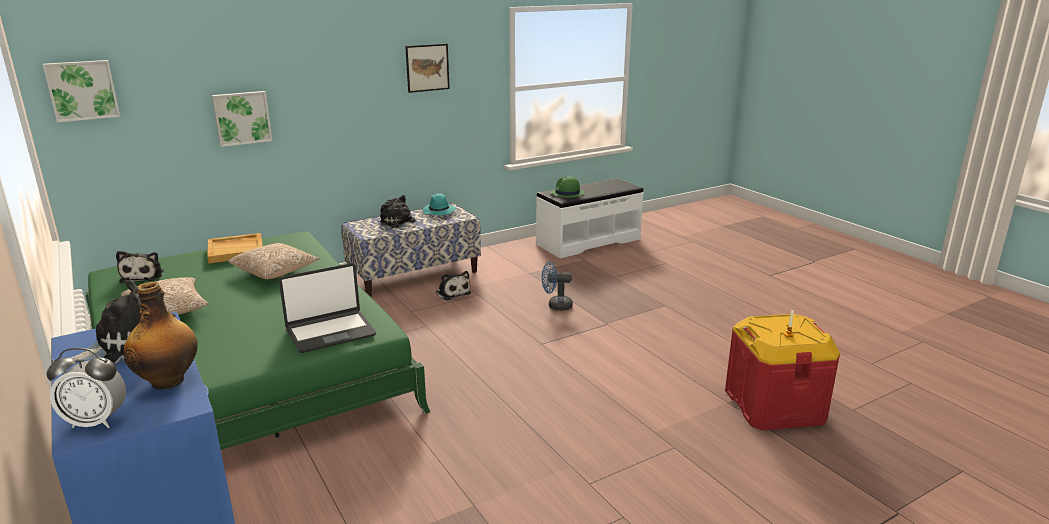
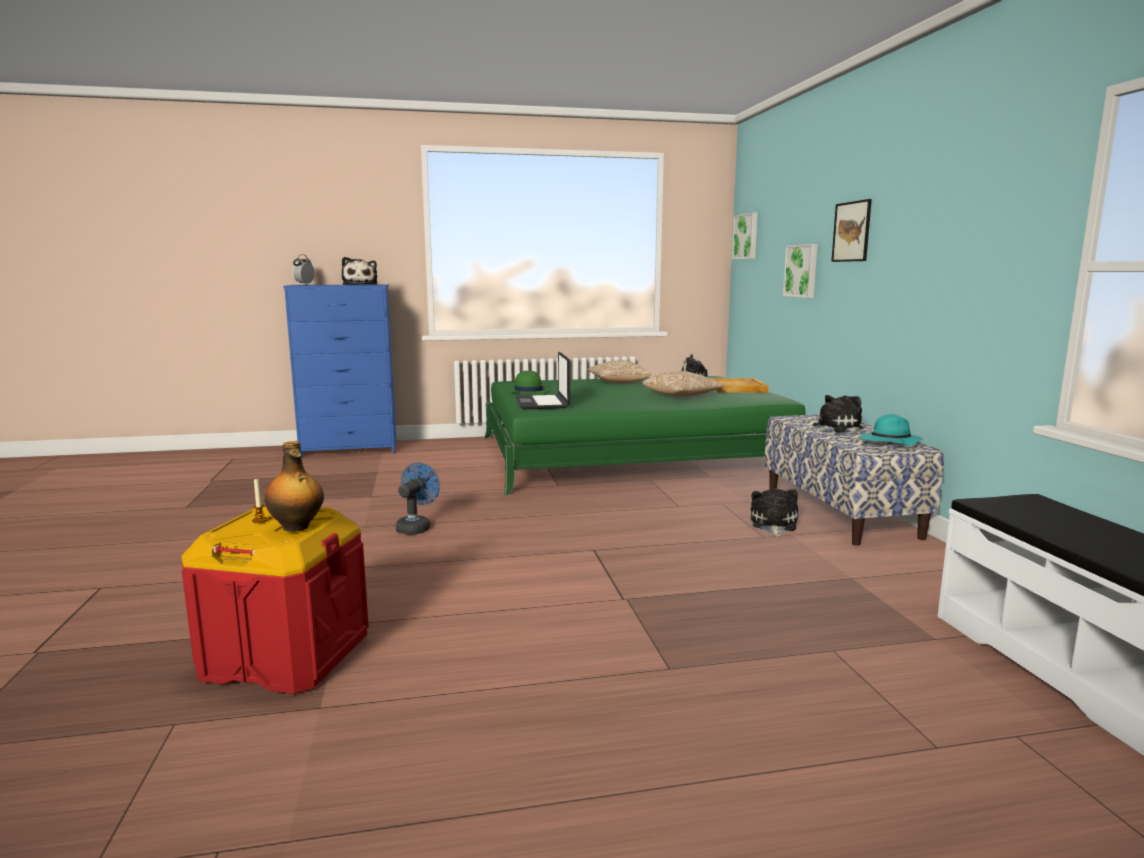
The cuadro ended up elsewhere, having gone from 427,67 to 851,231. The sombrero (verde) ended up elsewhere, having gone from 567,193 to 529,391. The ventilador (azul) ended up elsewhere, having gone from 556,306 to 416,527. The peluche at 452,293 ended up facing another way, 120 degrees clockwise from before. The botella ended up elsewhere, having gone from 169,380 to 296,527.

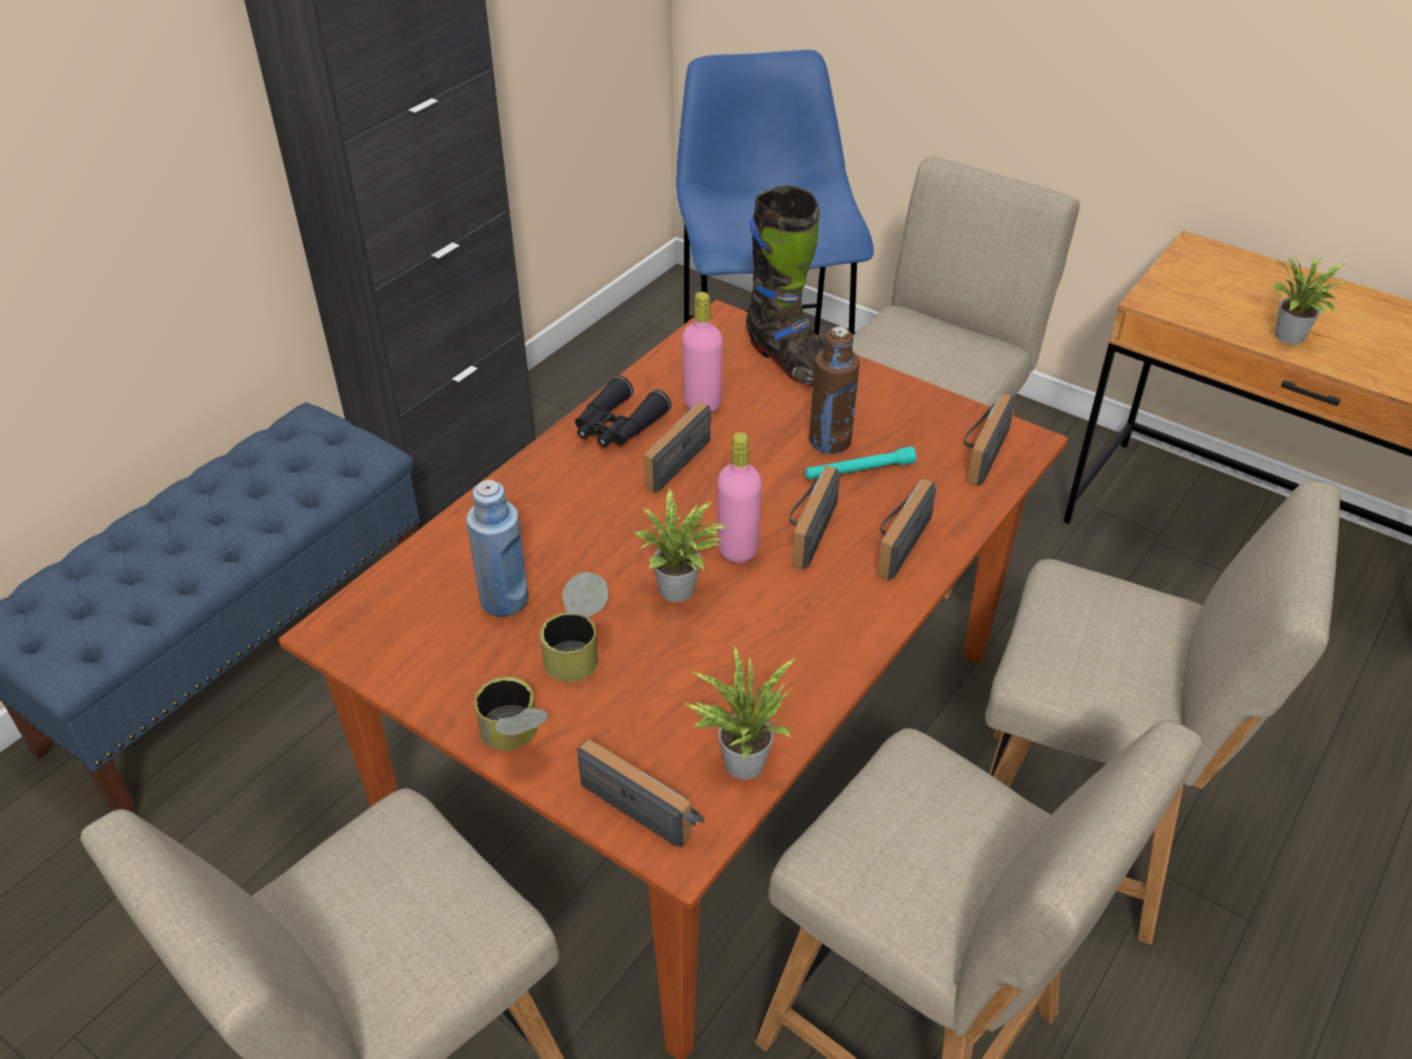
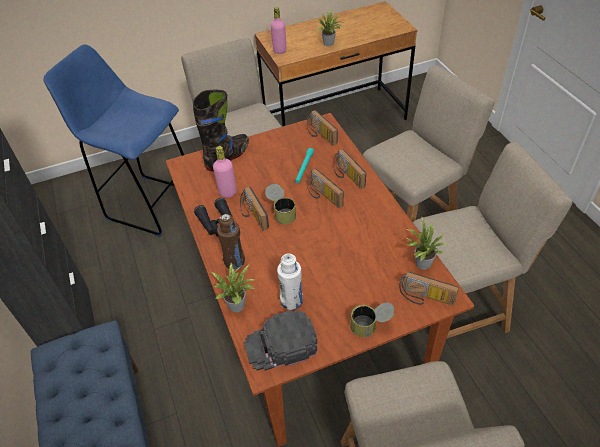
The bota (negro) at 792,362 ended up facing another way, 45 degrees counterclockwise from before. The botella (marrón) ended up elsewhere, having gone from 830,441 to 234,261. The botella (rosa) ended up elsewhere, having gone from 737,549 to 279,51. What was the botella (azul) at 504,600 turned into the botella (blanco) at 291,301. The planta en maceta ended up elsewhere, having gone from 681,591 to 238,304. The lata ended up elsewhere, having gone from 579,649 to 281,212. The radio at 646,803 ended up facing another way, 135 degrees counterclockwise from before. The second view gained the gorra (negro) at 281,345.

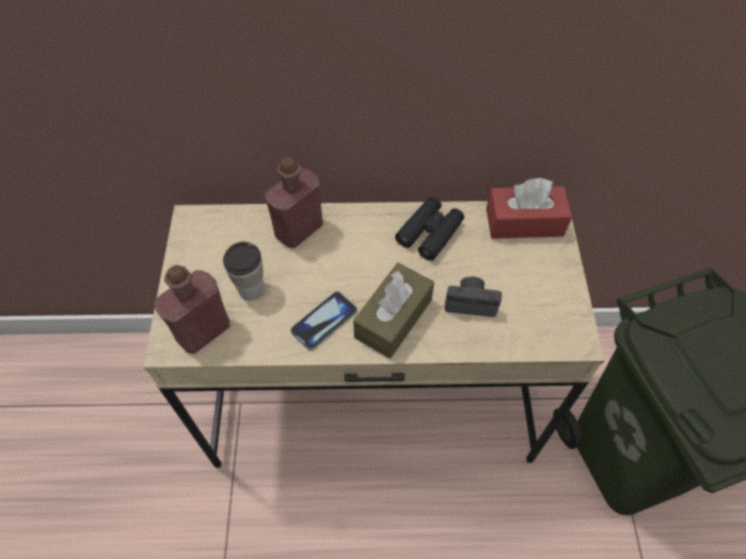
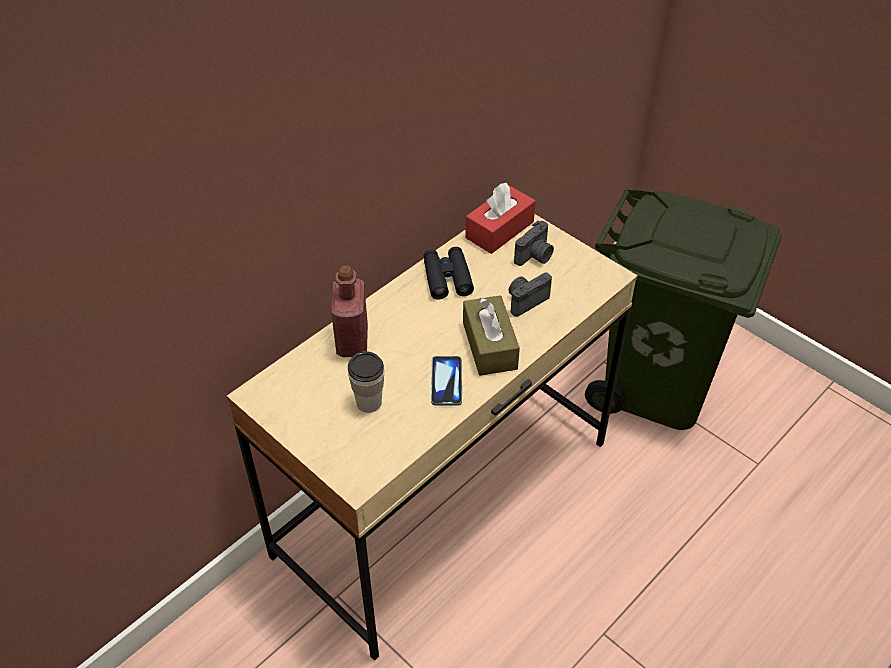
The second view lost the botella (rojo) at 203,331. The second view gained the cámara at 535,256.

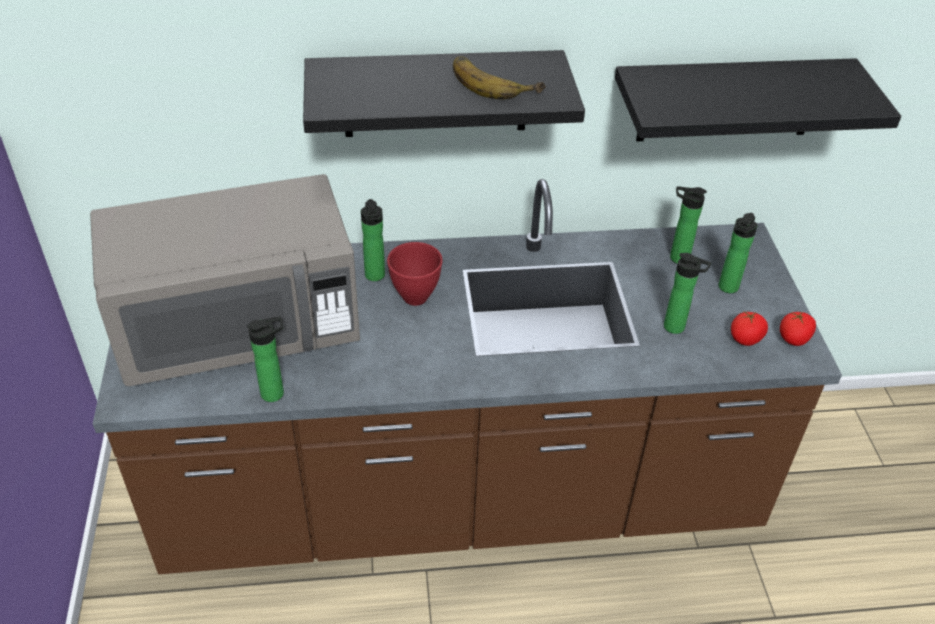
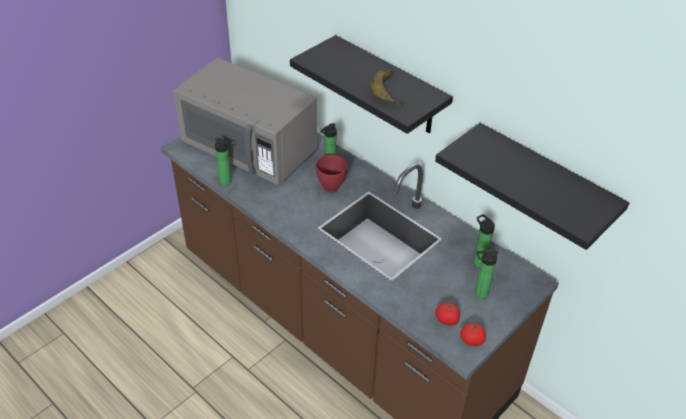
The second view lost the botella at 677,328.

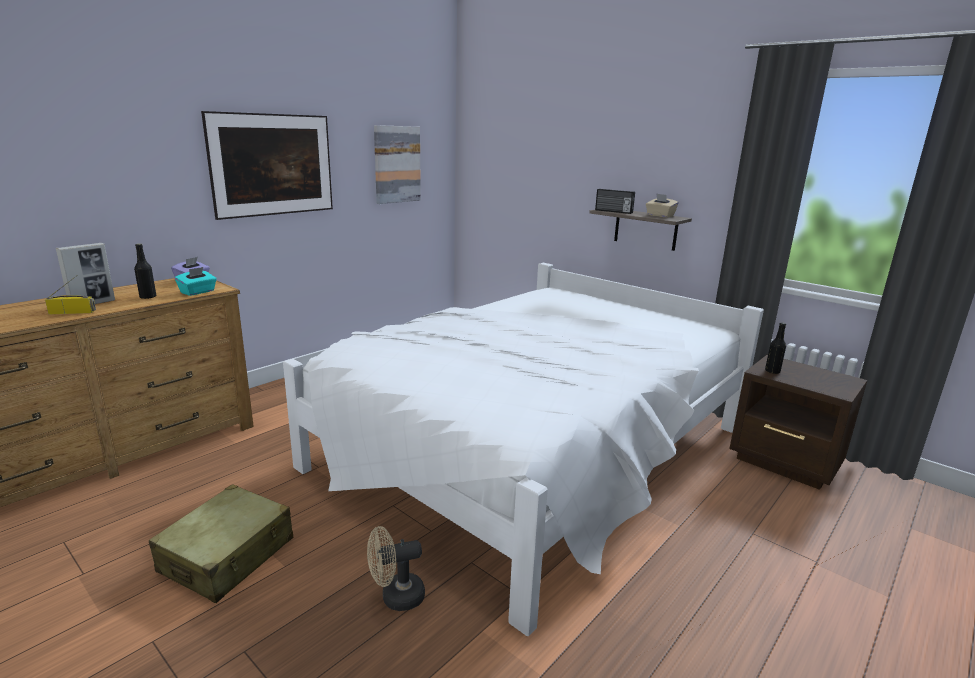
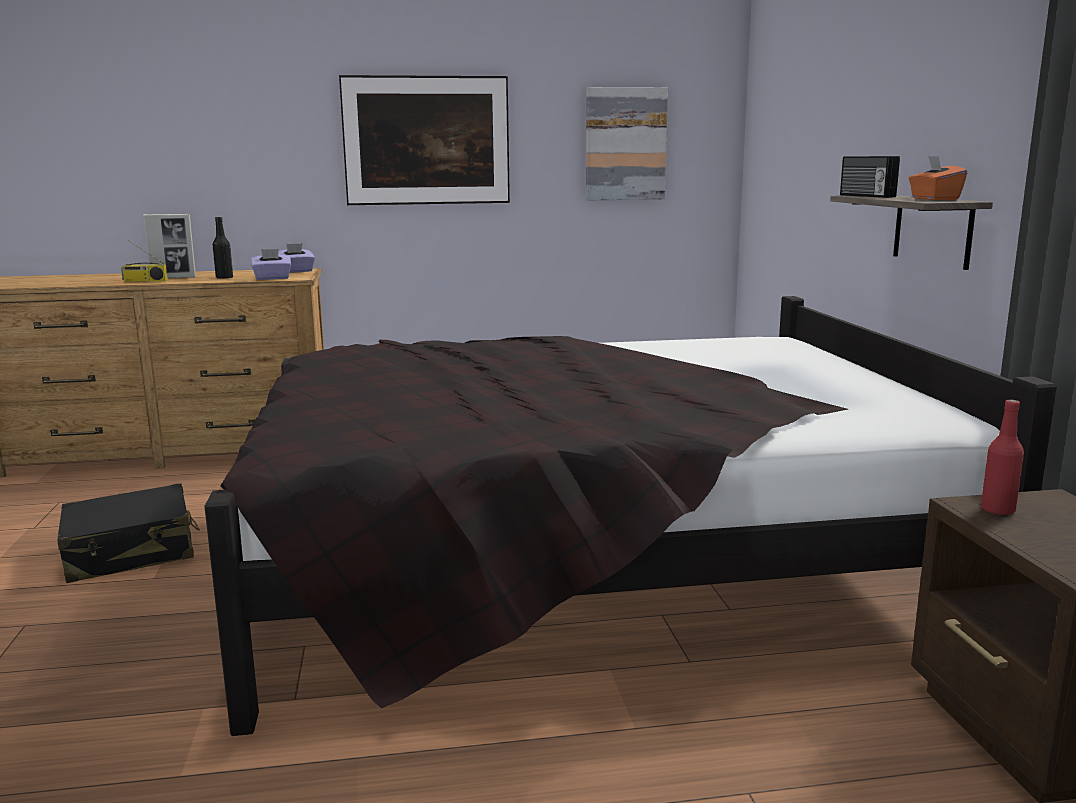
What was the caja de pañuelos (beis) at 660,215 turned into the caja de pañuelos (naranja) at 934,199. What was the cama (blanco) at 533,449 turned into the cama (negro) at 583,567. What was the caja de pañuelos (turquesa) at 198,292 turned into the caja de pañuelos (morado) at 272,278. The radio at 73,312 ended up facing another way, 150 degrees clockwise from before. What was the botella (negro) at 772,371 turned into the botella (rojo) at 997,510. What was the maleta (beis) at 228,555 turned into the maleta (negro) at 131,553. The second view lost the ventilador (beis) at 396,597.

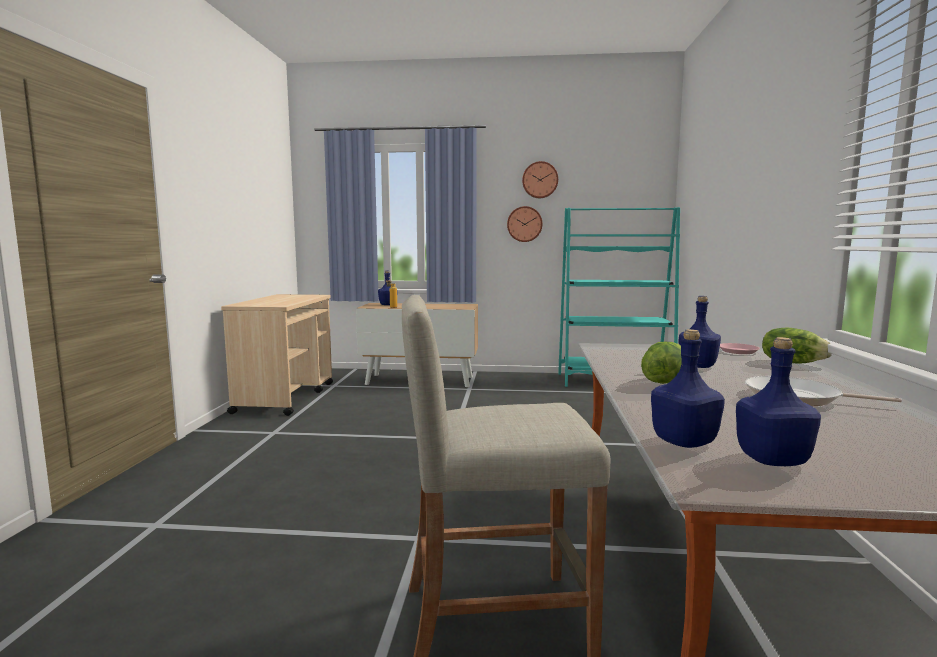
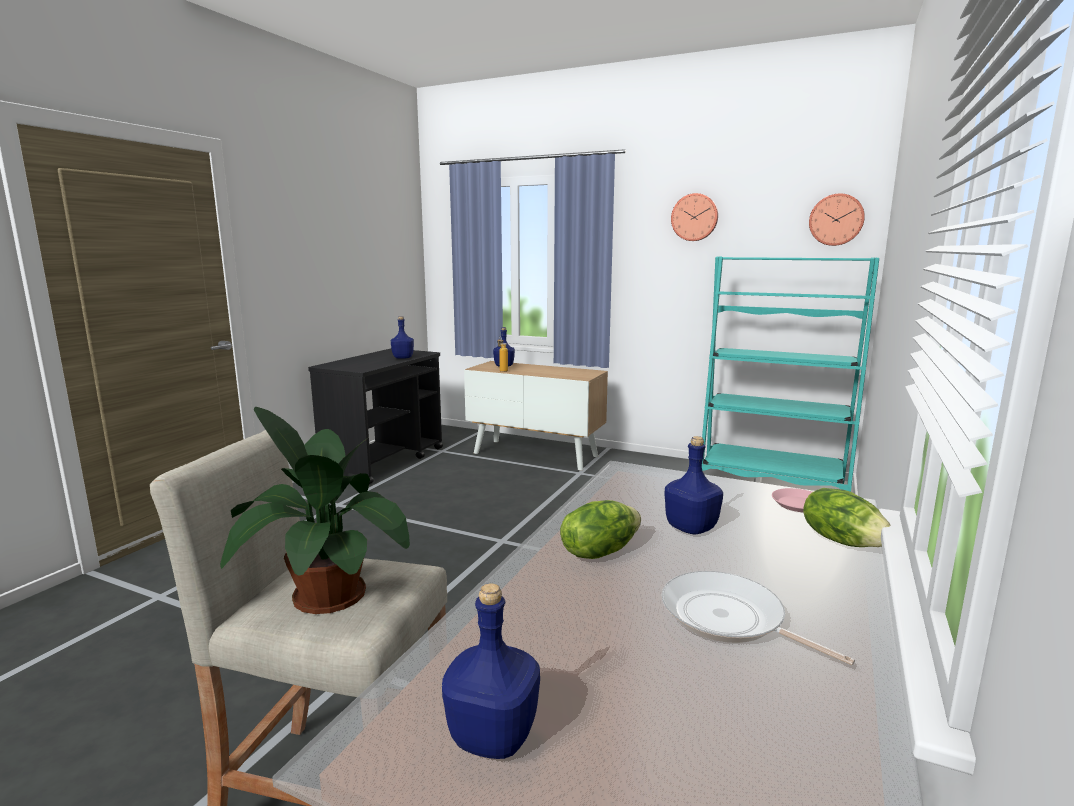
The reloj de pared ended up elsewhere, having gone from 524,224 to 836,220. What was the carrito (beis) at 286,397 turned into the carrito (negro) at 385,460. The botella (azul) ended up elsewhere, having gone from 683,442 to 402,358. The second view gained the planta en maceta at 324,592.

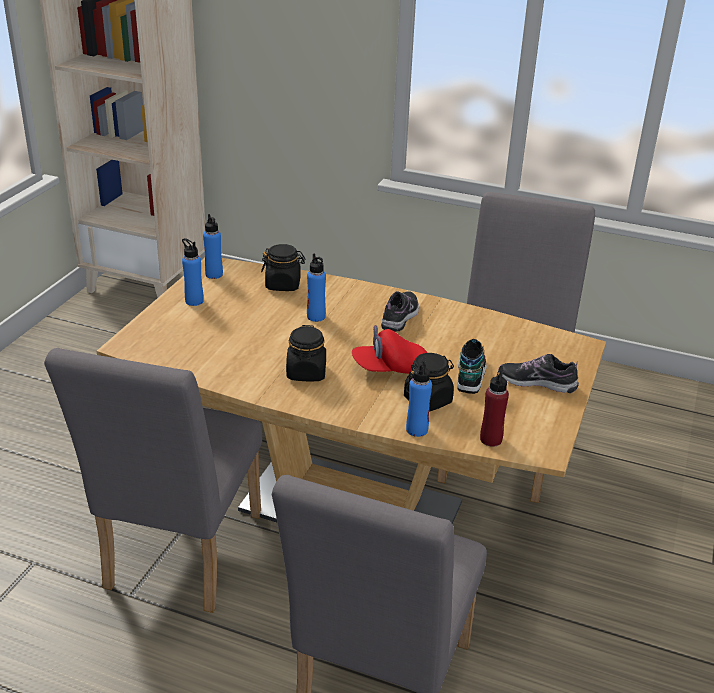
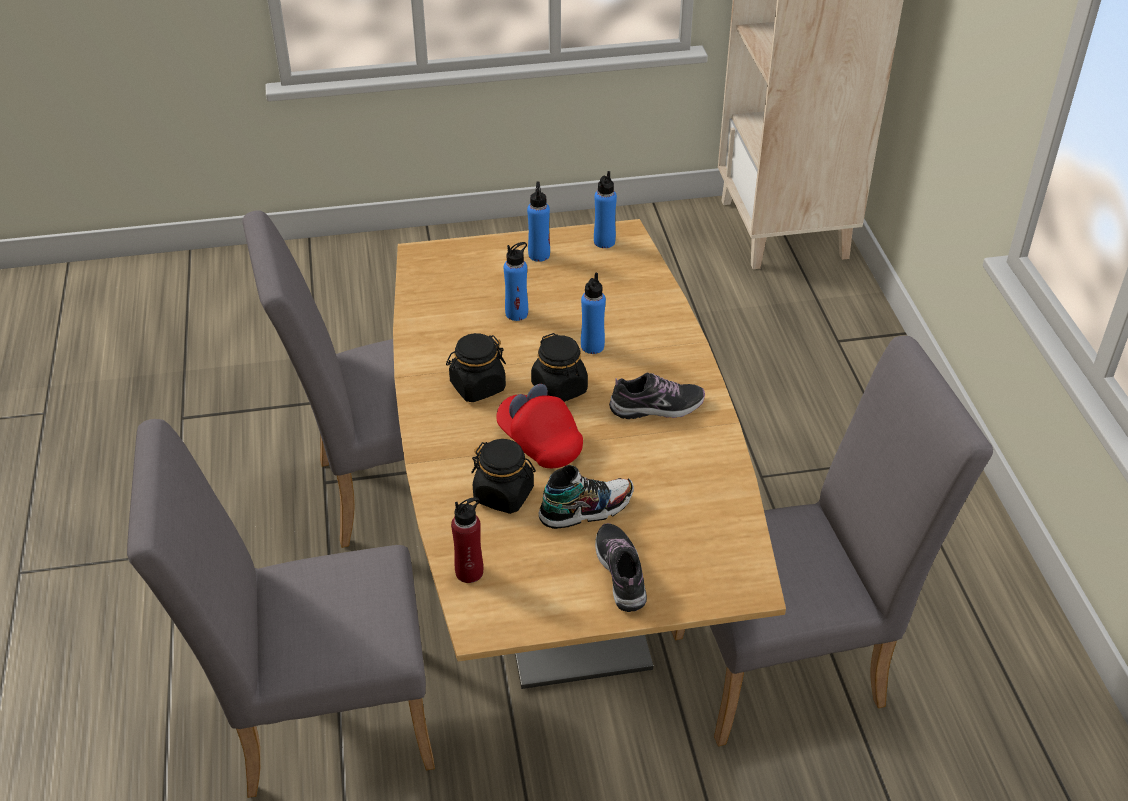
The tarro (negro) ended up elsewhere, having gone from 283,285 to 559,388. The botella (azul) ended up elsewhere, having gone from 417,430 to 517,313.

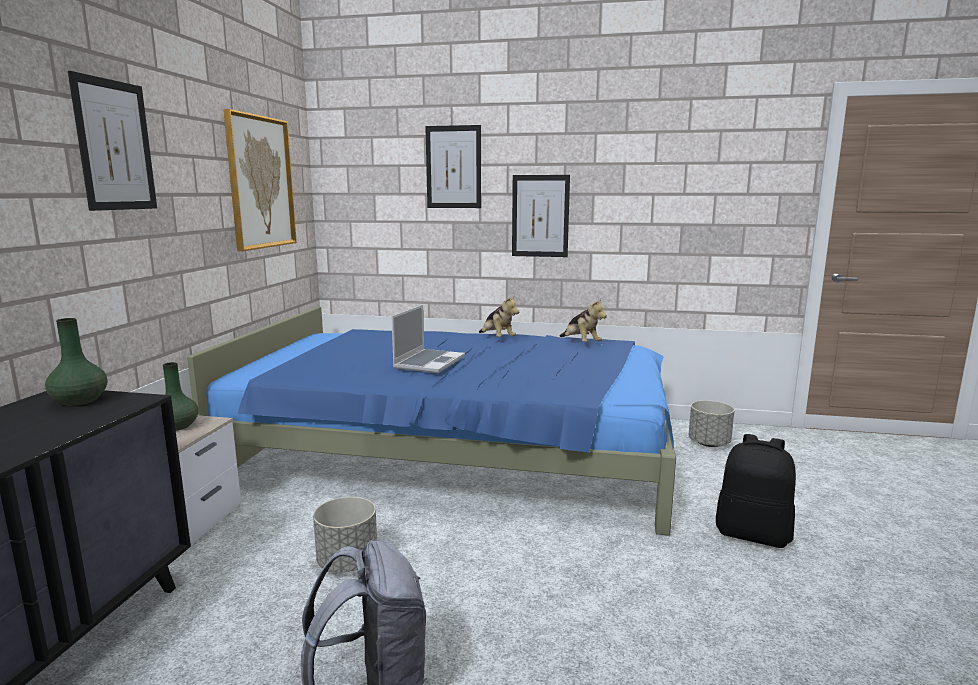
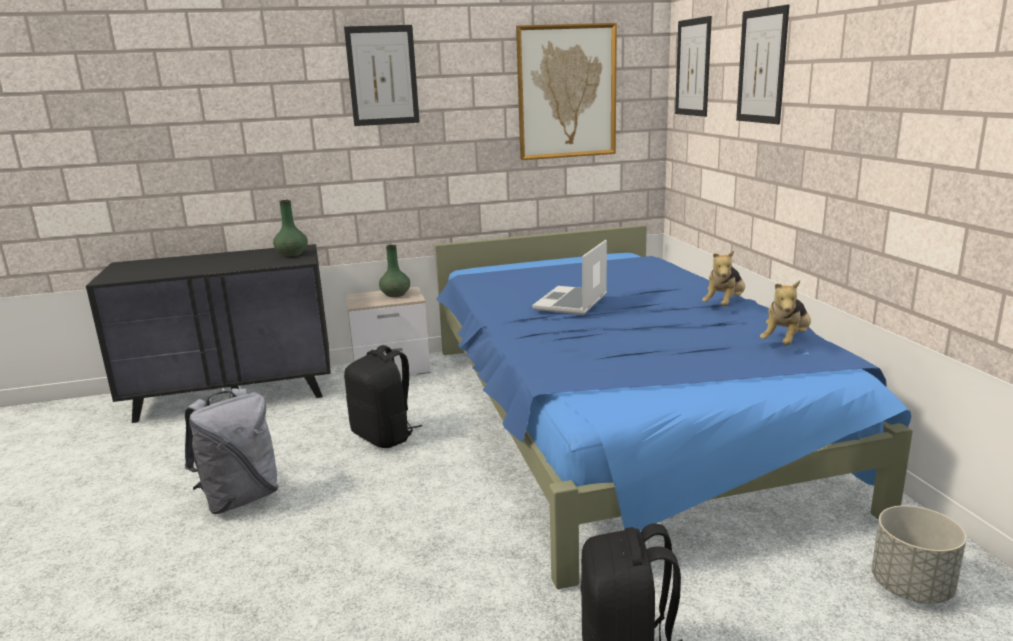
The cuadro ended up elsewhere, having gone from 540,216 to 693,67. The portátil at 429,362 ended up facing another way, 120 degrees clockwise from before. Where the maceta (gris) stood at 348,562, the mochila (negro) came to stand at 384,436.

